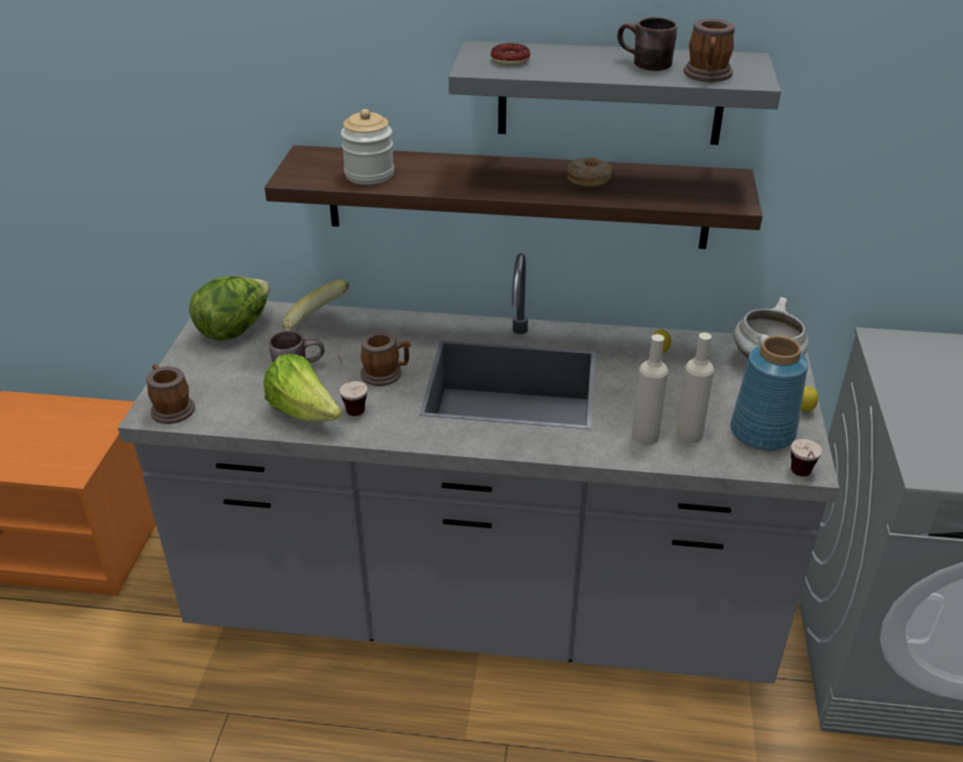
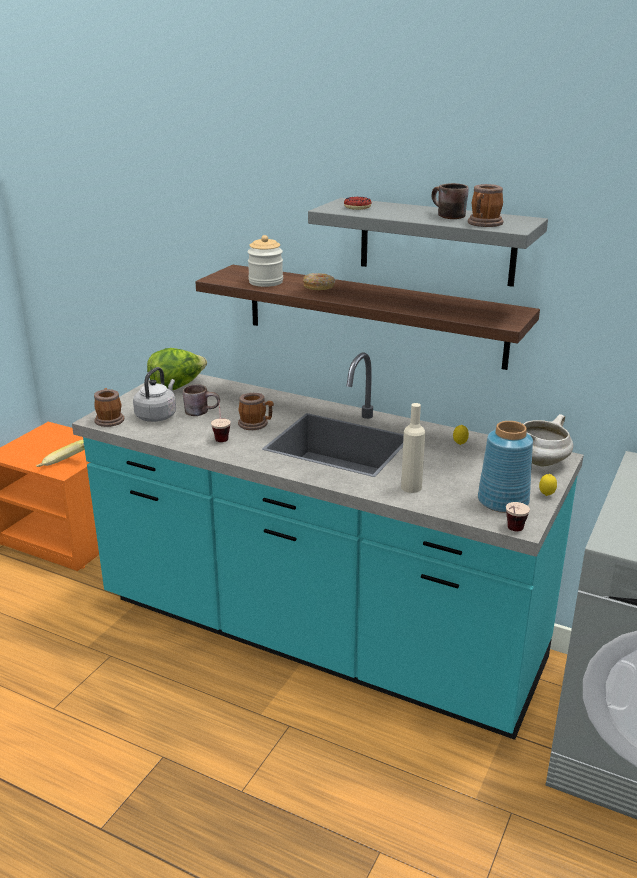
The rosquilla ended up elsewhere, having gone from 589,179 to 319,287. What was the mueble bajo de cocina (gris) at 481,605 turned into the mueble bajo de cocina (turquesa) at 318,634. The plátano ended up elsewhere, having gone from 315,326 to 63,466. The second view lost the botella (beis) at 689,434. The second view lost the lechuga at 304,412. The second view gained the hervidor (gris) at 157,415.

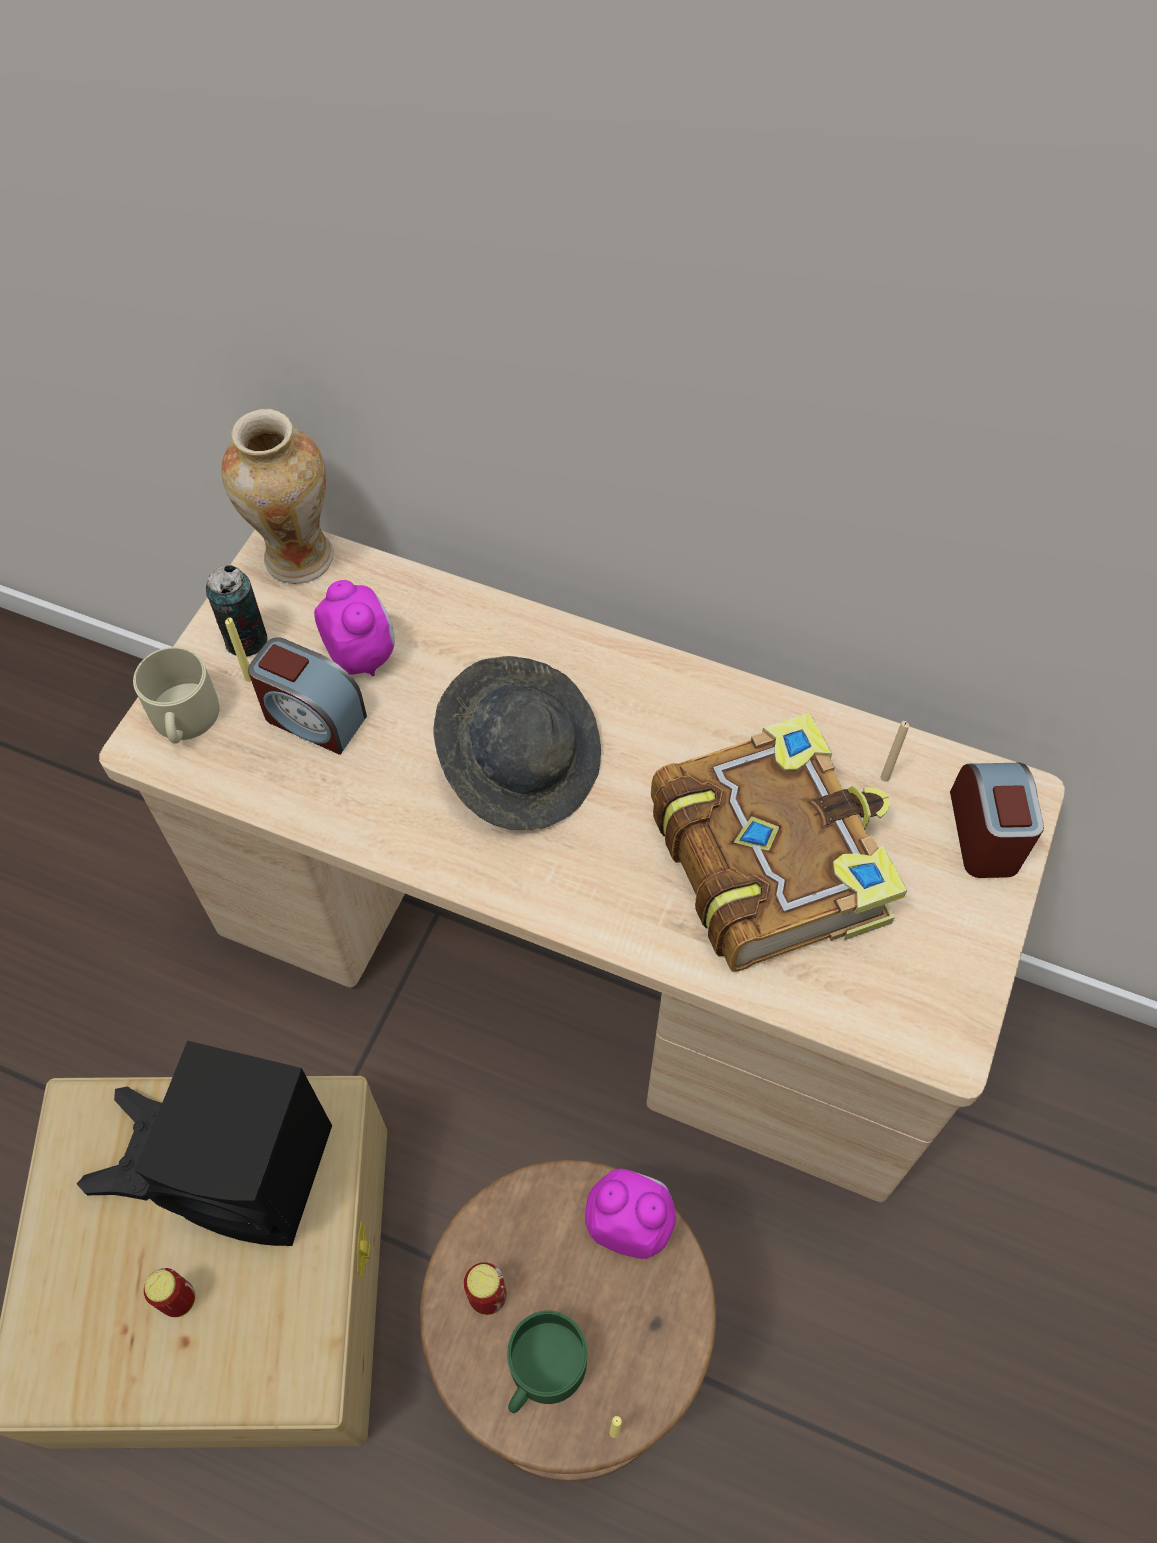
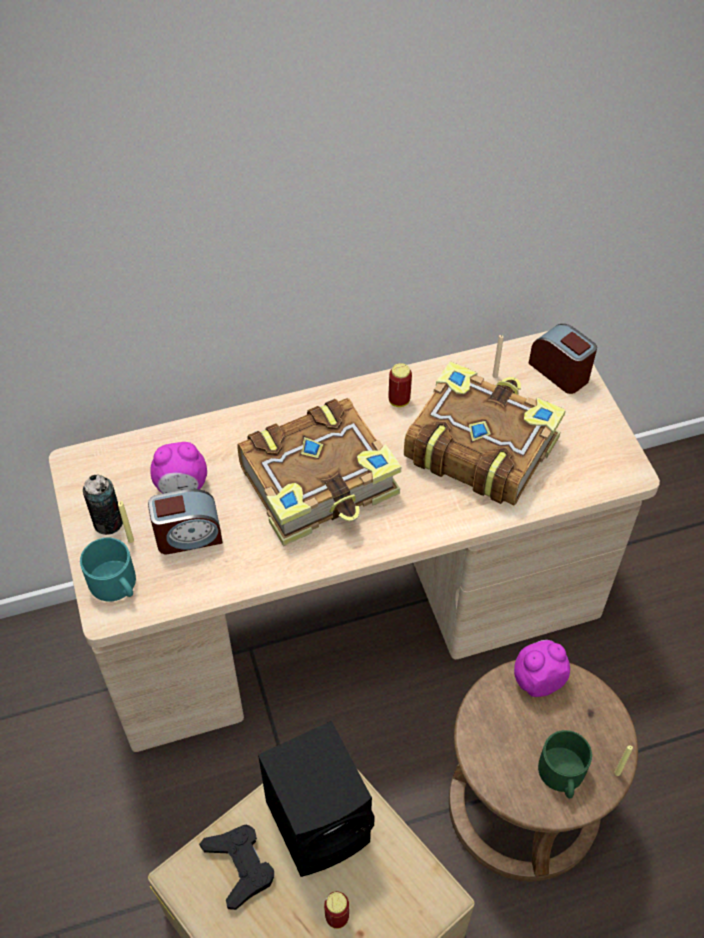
The second view lost the florero at 296,559. The despertador at 362,654 ended up facing another way, 150 degrees clockwise from before. What was the taza grande (beis) at 184,719 turned into the taza grande (turquesa) at 116,585. Where the sombrero (gris) stood at 522,763, the libro came to stand at 321,483. The lata ended up elsewhere, having gone from 488,1296 to 399,400.

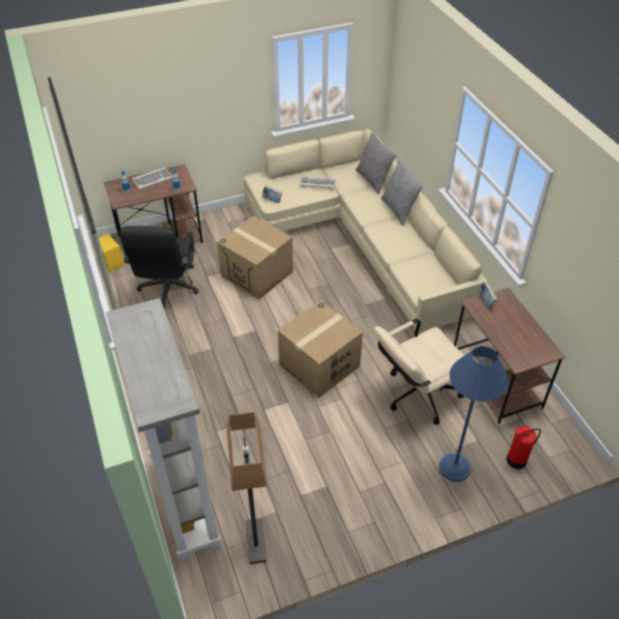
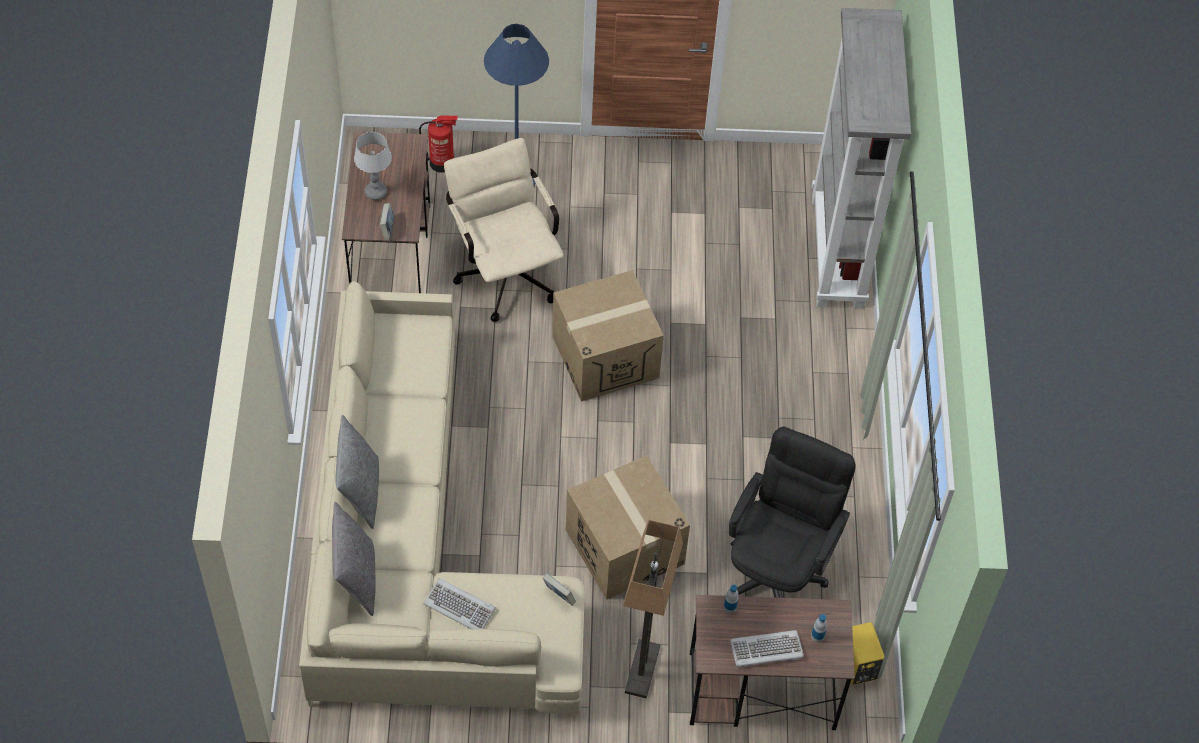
The silla de oficina (beis) at 416,396 ended up facing another way, 105 degrees counterclockwise from before. The lámpara de pie ended up elsewhere, having gone from 255,541 to 642,670. The second view gained the lámpara de mesa at 376,192.

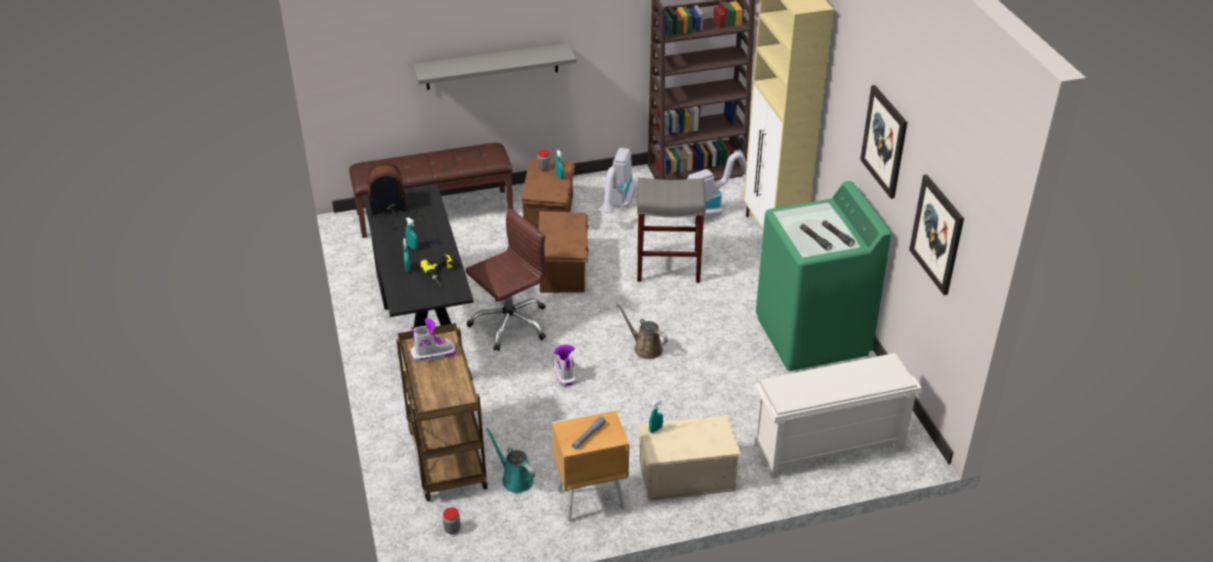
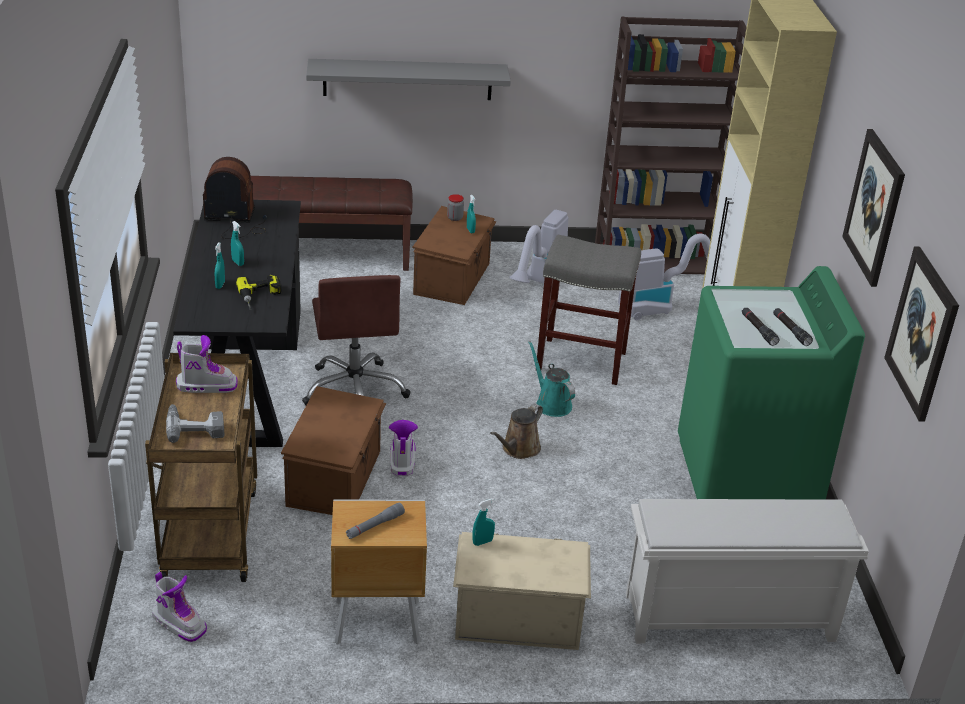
The silla de oficina (marrón) at 510,324 ended up facing another way, 105 degrees clockwise from before. The caja de almacenaje (marrón) ended up elsewhere, having gone from 564,269 to 336,478. The regadera (marrón) at 645,348 ended up facing another way, 105 degrees counterclockwise from before. The regadera (turquesa) ended up elsewhere, having gone from 515,479 to 551,403. Where the tarro stood at 452,529, the bota came to stand at 180,623. The second view gained the taladro at 195,426.

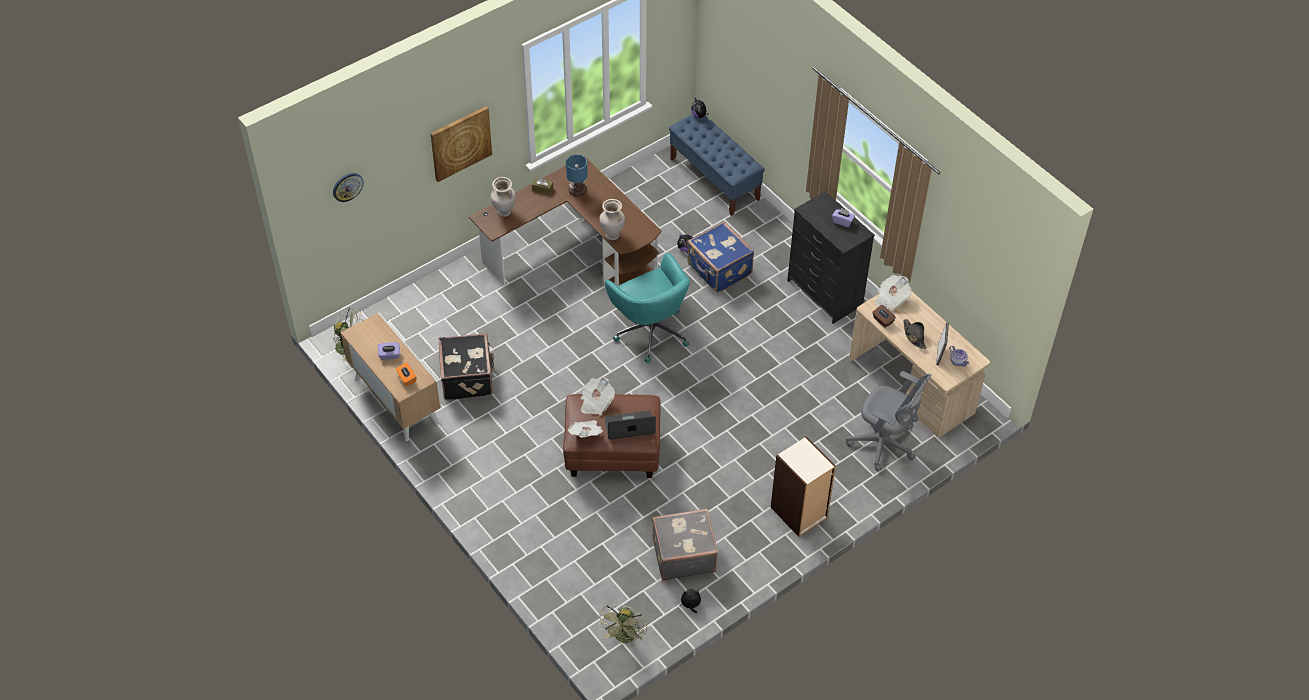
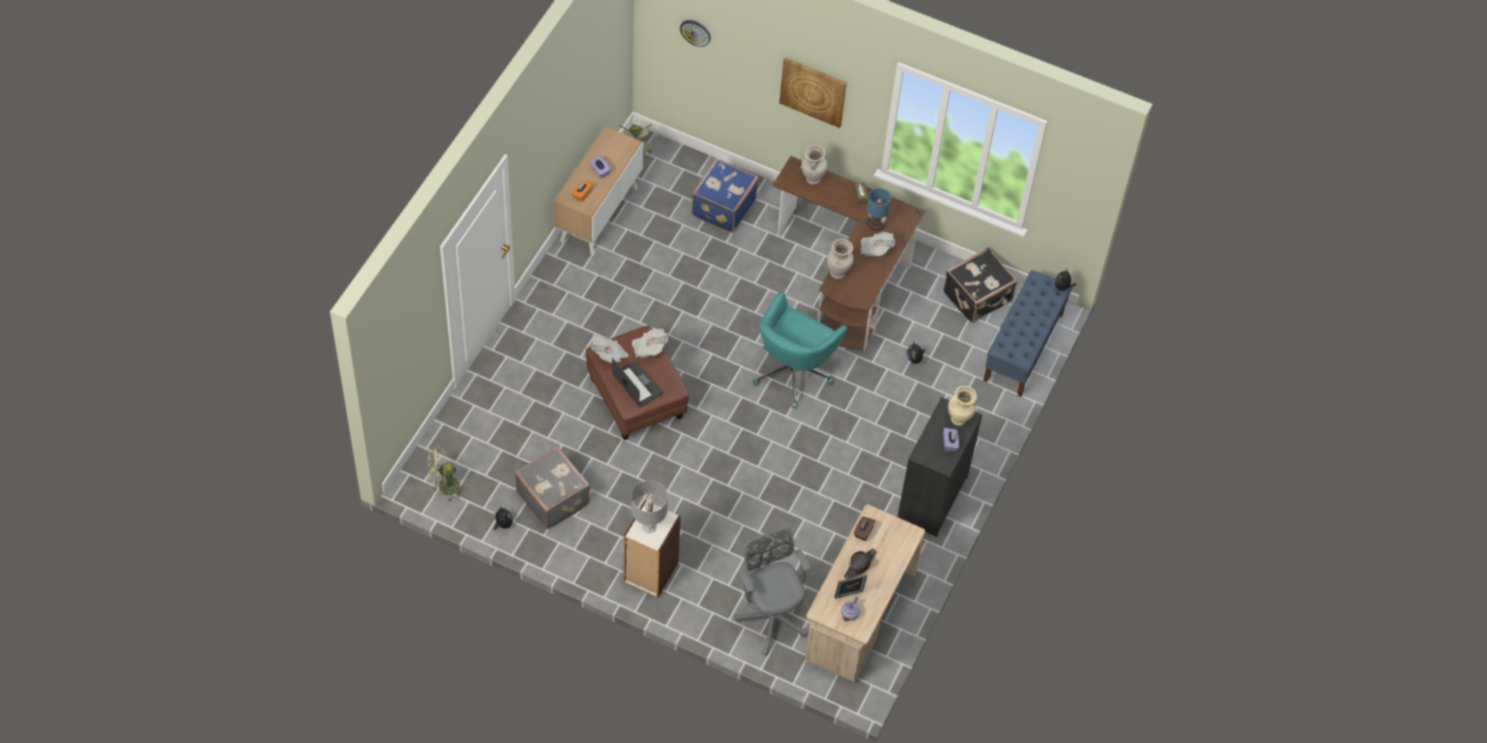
The maleta (azul) ended up elsewhere, having gone from 718,270 to 722,207. The periódico ended up elsewhere, having gone from 891,299 to 875,249. The maleta (negro) ended up elsewhere, having gone from 468,378 to 978,297. The silla de oficina (gris) at 884,444 ended up facing another way, 150 degrees clockwise from before. The second view gained the florero (beis) at 959,420. The second view gained the lámpara de mesa (gris) at 648,526.

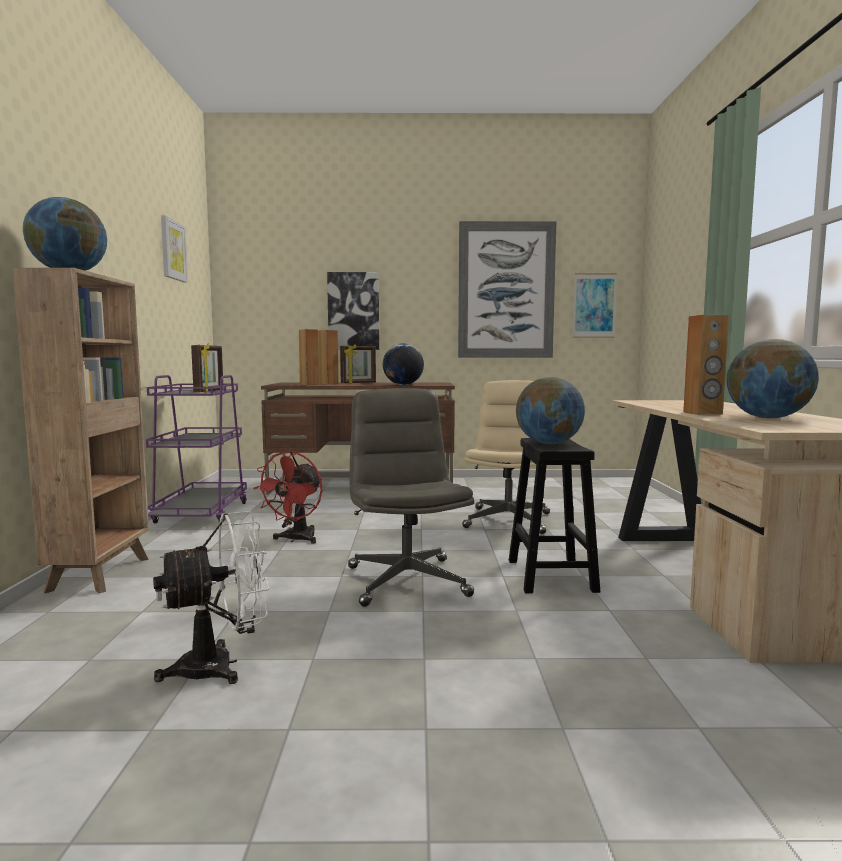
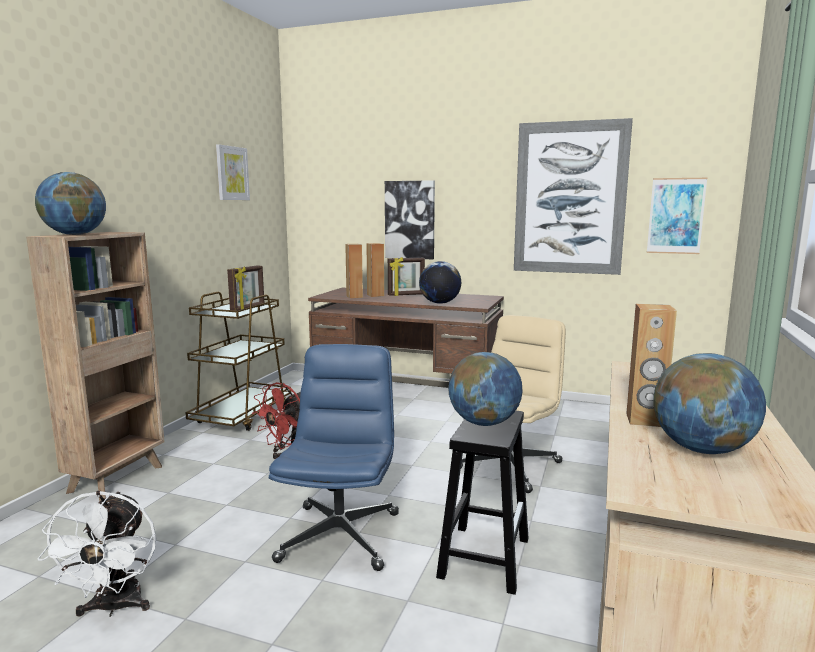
What was the carrito (morado) at 201,513 turned into the carrito (marrón) at 243,415. What was the silla de oficina (gris) at 406,580 turned into the silla de oficina (azul) at 340,535. The ventilador (blanco) at 221,665 ended up facing another way, 90 degrees clockwise from before.

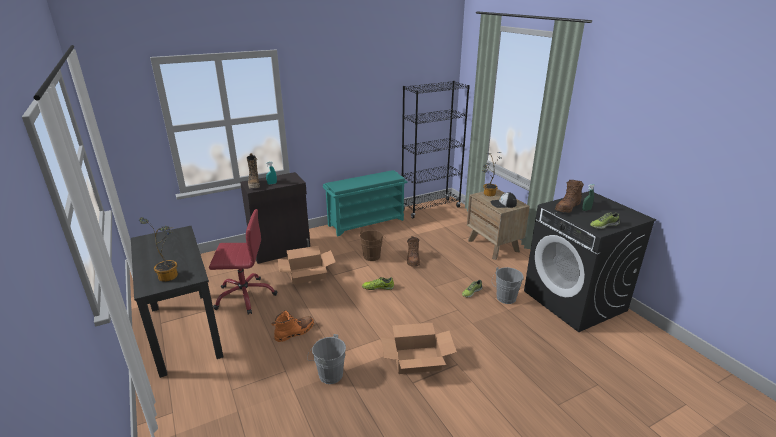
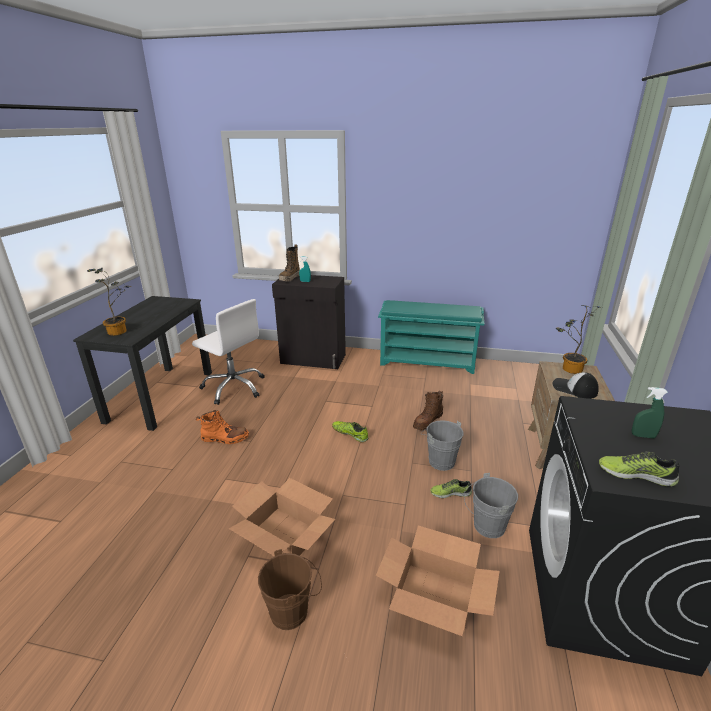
The second view lost the estantería (negro) at 430,208. The second view lost the bota (marrón) at 567,207. What was the silla de oficina (rojo) at 245,296 turned into the silla de oficina (blanco) at 234,387. The cubo (marrón) ended up elsewhere, having gone from 373,256 to 293,610. The caja de cartón ended up elsewhere, having gone from 307,274 to 435,596. The cubo (gris) ended up elsewhere, having gone from 328,374 to 439,460.

